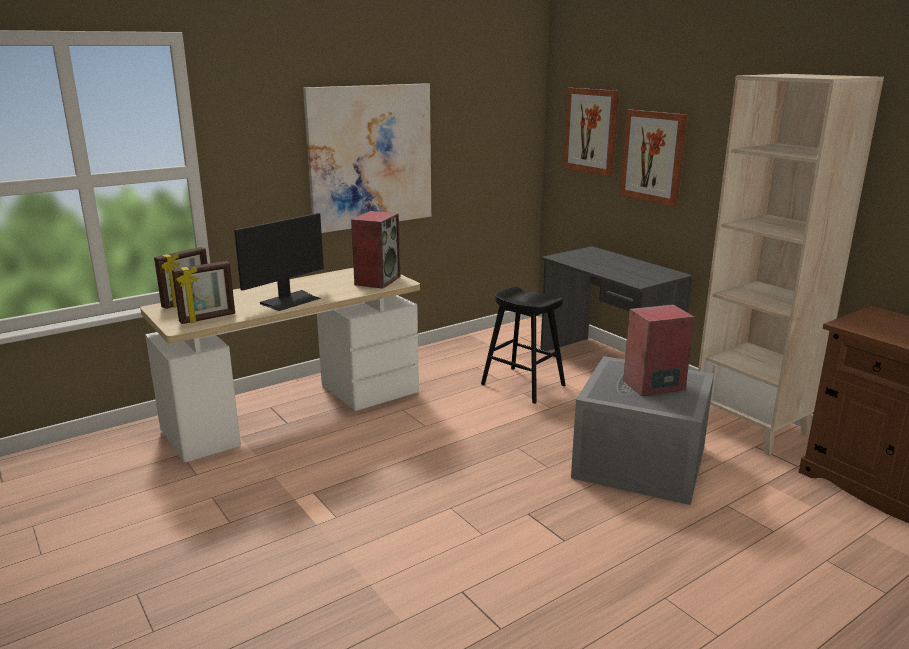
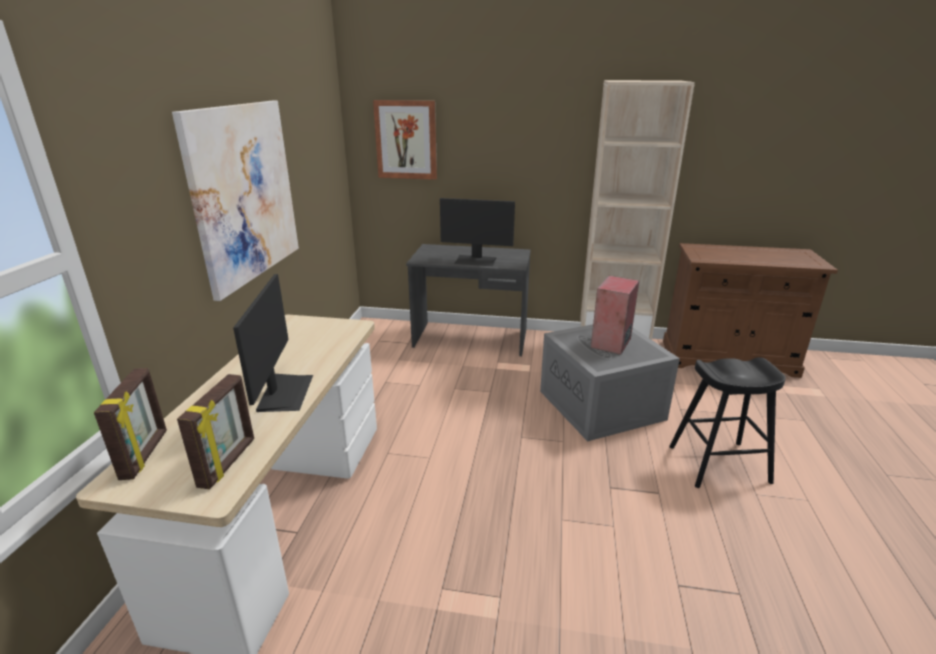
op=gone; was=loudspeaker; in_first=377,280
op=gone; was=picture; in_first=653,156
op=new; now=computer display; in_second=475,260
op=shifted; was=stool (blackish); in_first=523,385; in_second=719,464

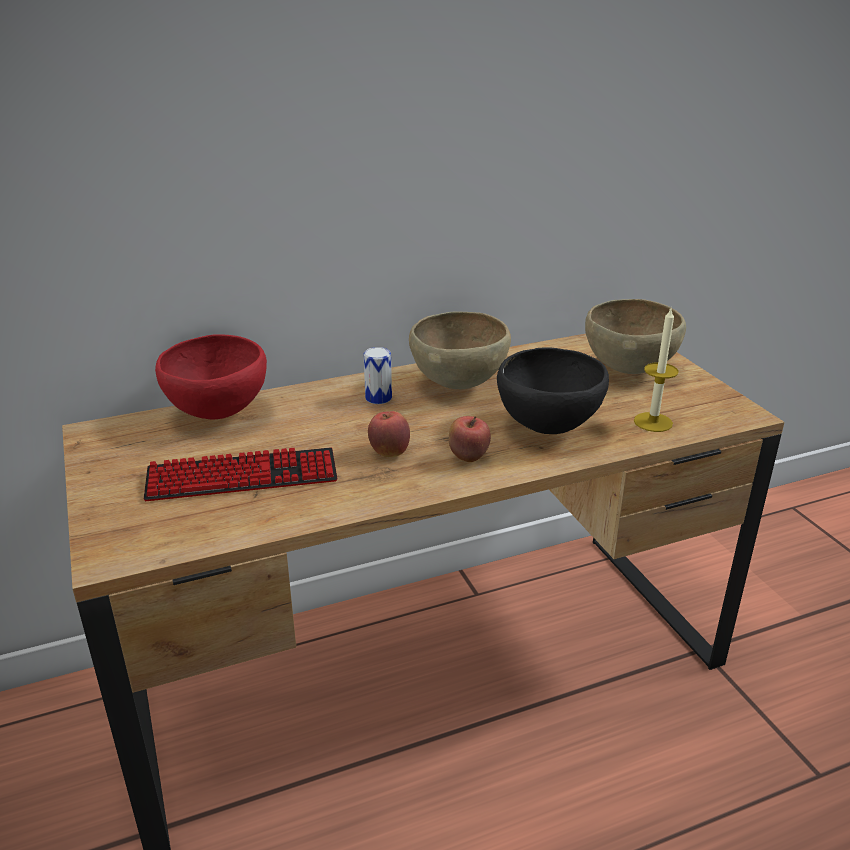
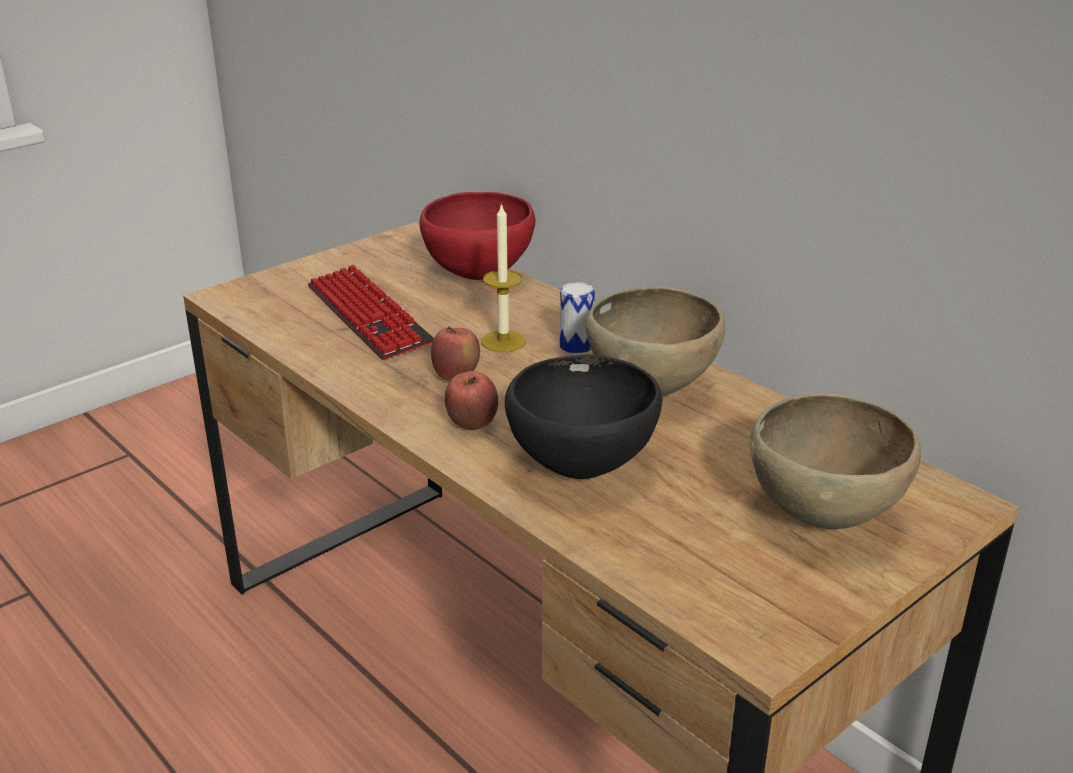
op=shifted; was=candle; in_first=653,422; in_second=503,341

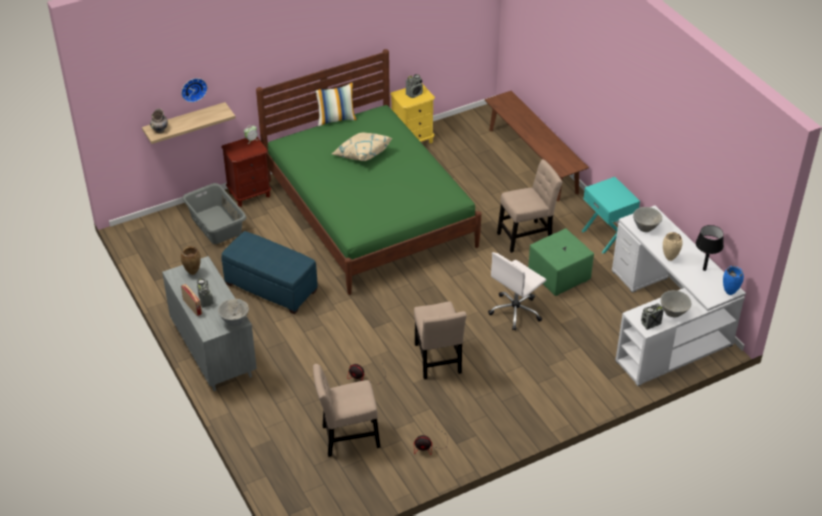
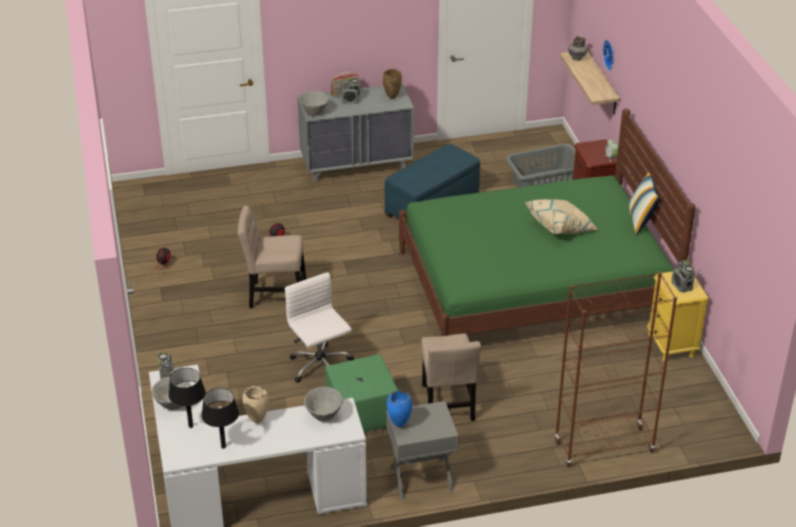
op=gone; was=plain chair (beige-coloured); in_first=347,438
op=new; now=table lamp (blackish); in_second=191,426
op=shifted; was=vase (bluish); in_first=730,293; in_second=399,425
op=swapped; was=indoor bench (brown-coloured); now=bookcase (brown-coloured); in_first=533,160; in_second=603,447
op=repainted; was=bedside table (turquoise); now=bedside table (greyish); in_first=607,236; in_second=421,479

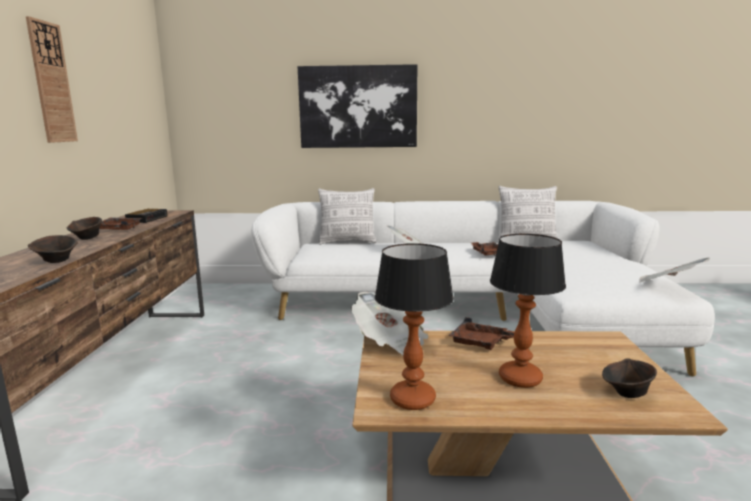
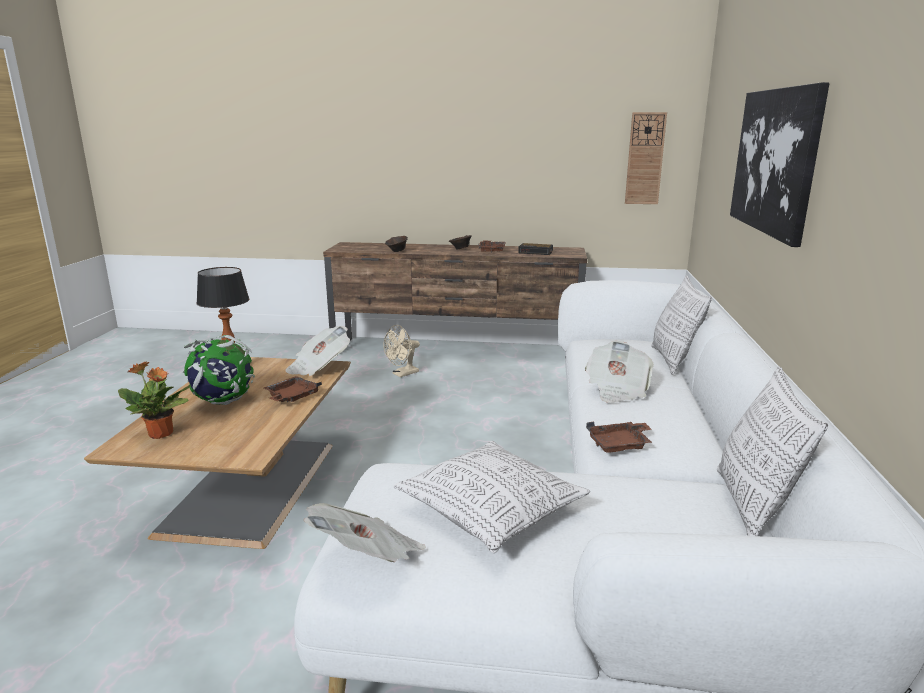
op=new; now=electric fan (beige-coloured); in_second=402,374
op=new; now=pillow; in_second=491,511
op=shifted; was=wall clock; in_first=51,83; in_second=645,159
op=swapped; was=table lamp; now=globe; in_first=519,378; in_second=223,401
op=swapped; was=bowl (brown-coloured); now=potted plant; in_first=626,393; in_second=161,434

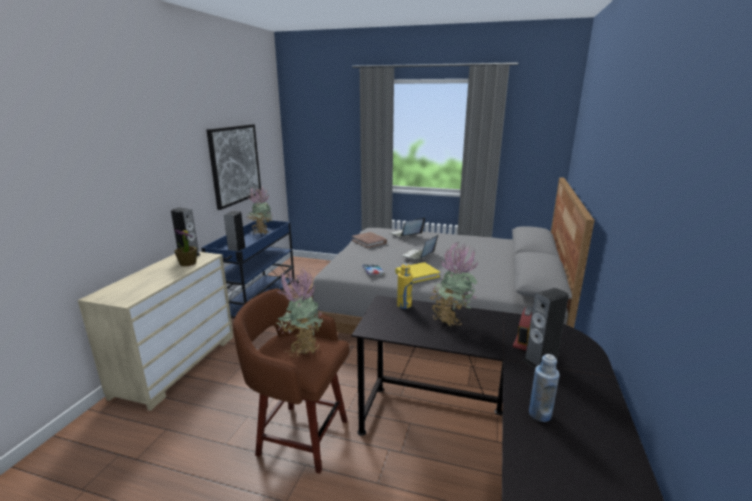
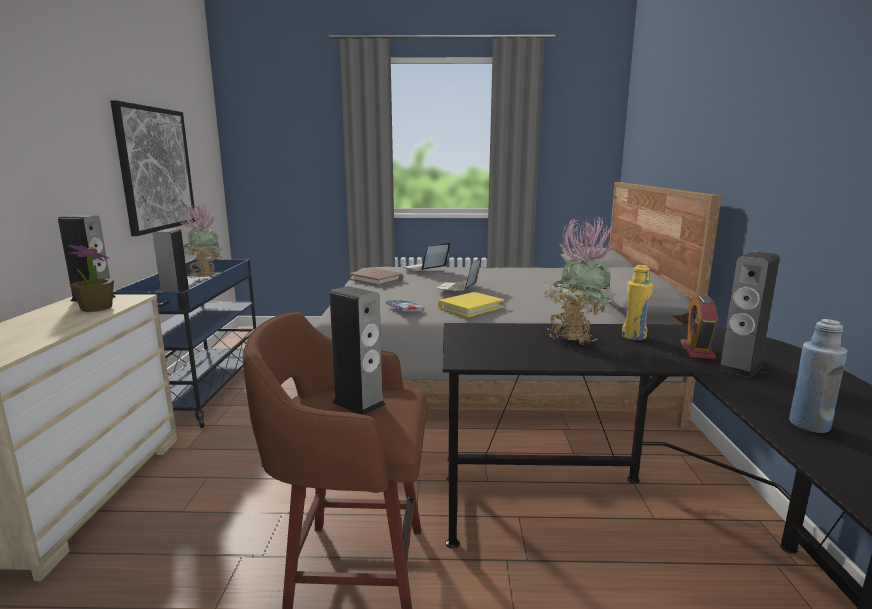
op=shifted; was=beverage bottle (yellow); in_first=404,305; in_second=634,336
op=swapped; was=potted plant; now=loudspeaker; in_first=302,348; in_second=359,403

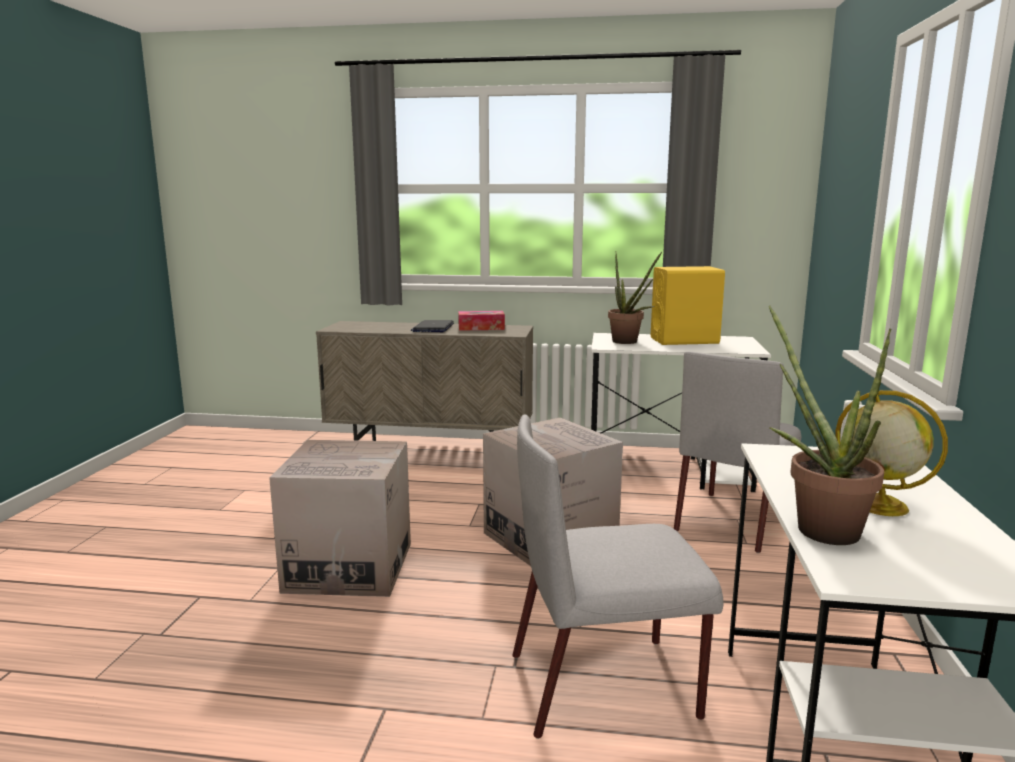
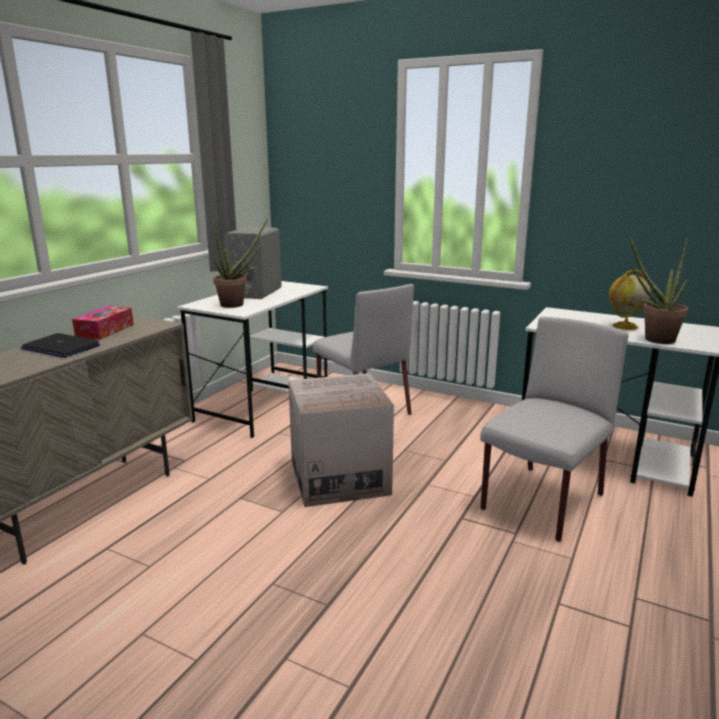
op=gone; was=carton; in_first=349,567
op=repainted; was=loudspeaker (yellow); now=loudspeaker (greyish); in_first=684,340; in_second=255,292
op=rotated; was=plain chair (greyish); in_first=606,684; in_second=541,503; clockwise=-150

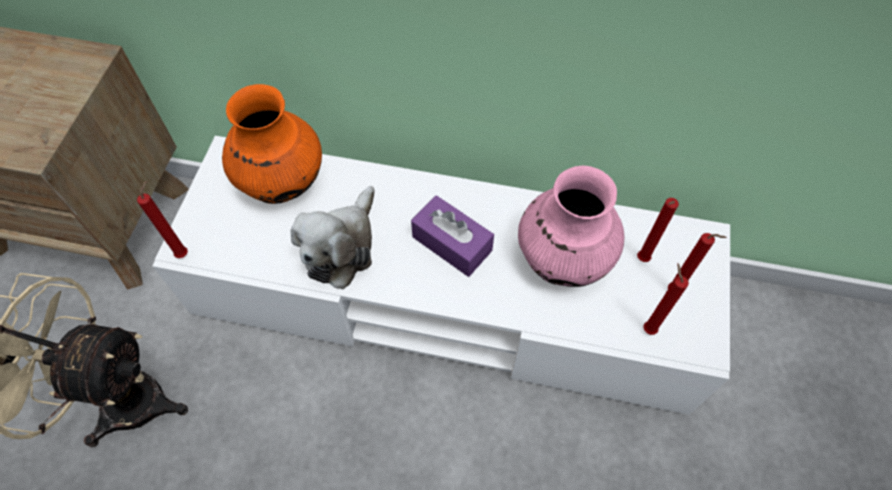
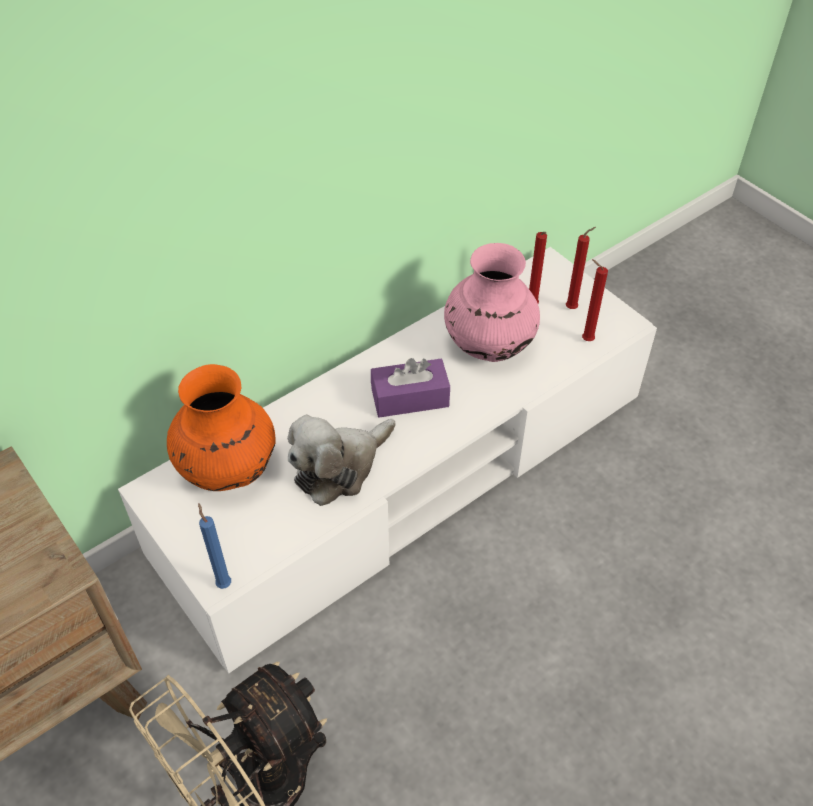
op=repainted; was=candle (red); now=candle (bluish); in_first=184,253; in_second=223,582
op=rotated; was=plush toy; in_first=342,247; in_second=339,467; clockwise=75

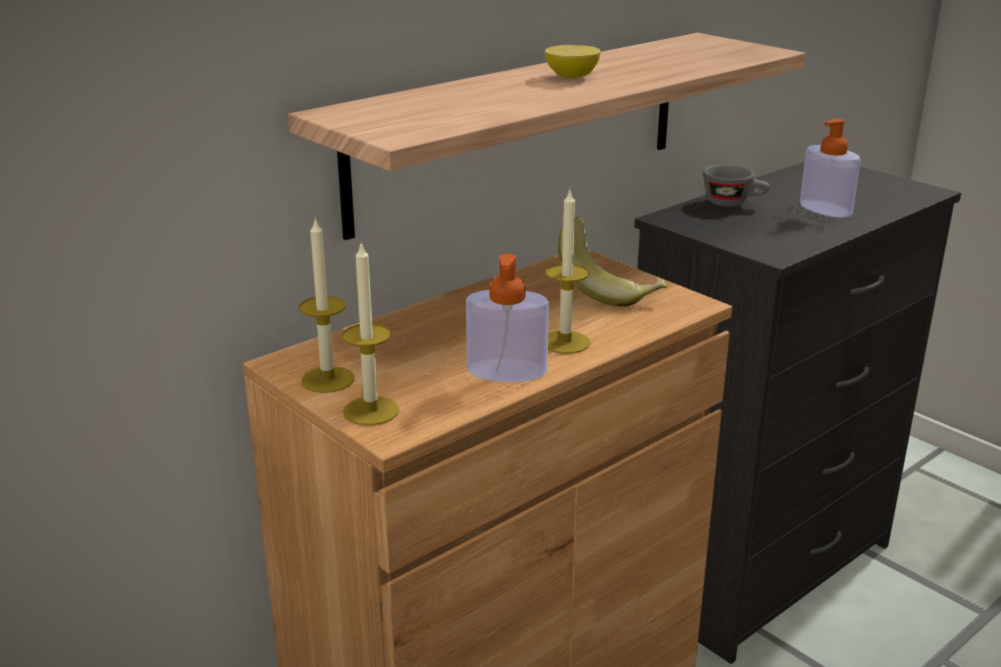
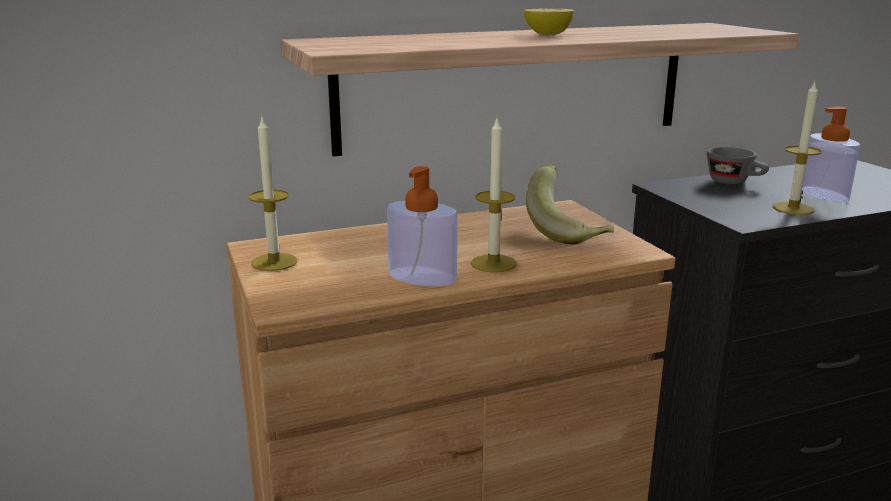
op=shifted; was=candle; in_first=371,411; in_second=793,208

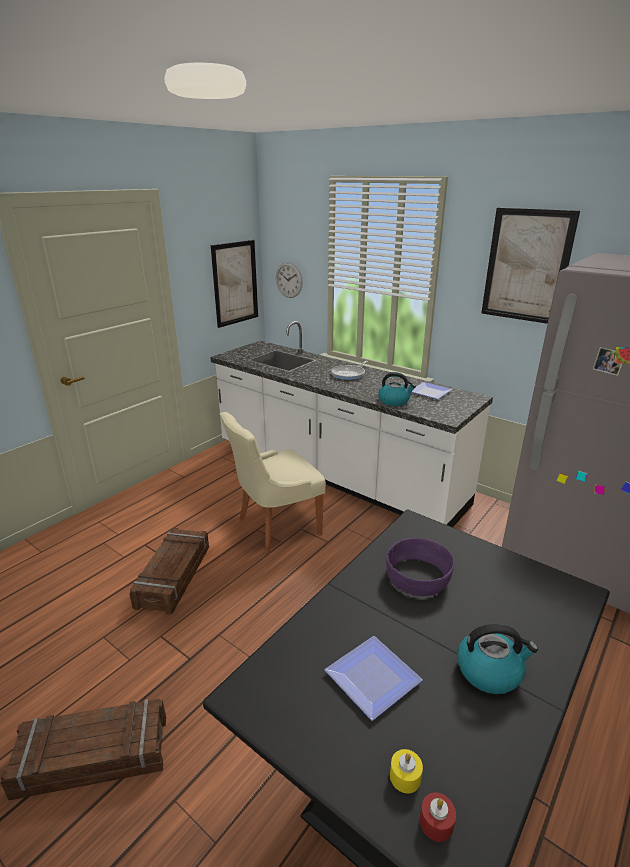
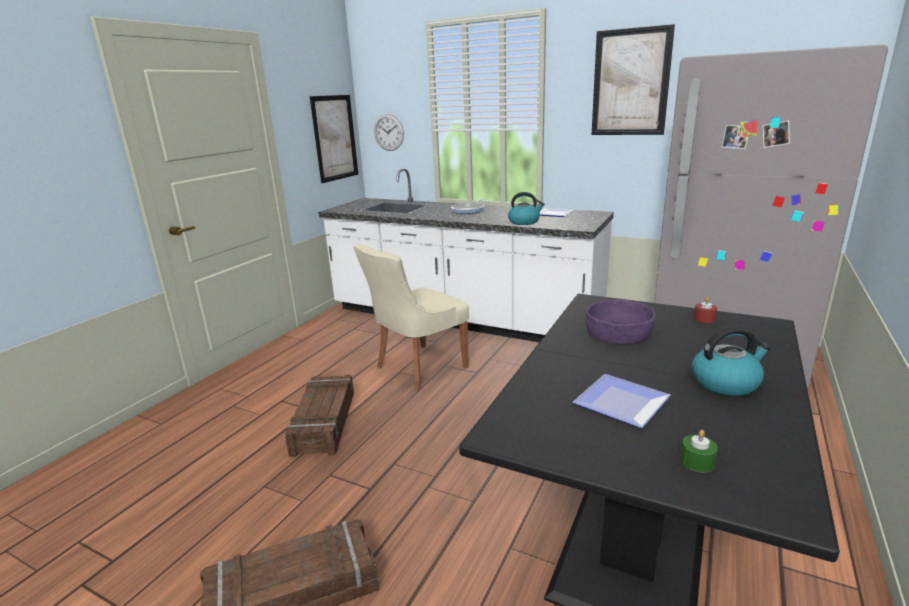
op=shifted; was=candle (red); in_first=436,822; in_second=704,318
op=repainted; was=candle (yellow); now=candle (greenish); in_first=405,777; in_second=697,461

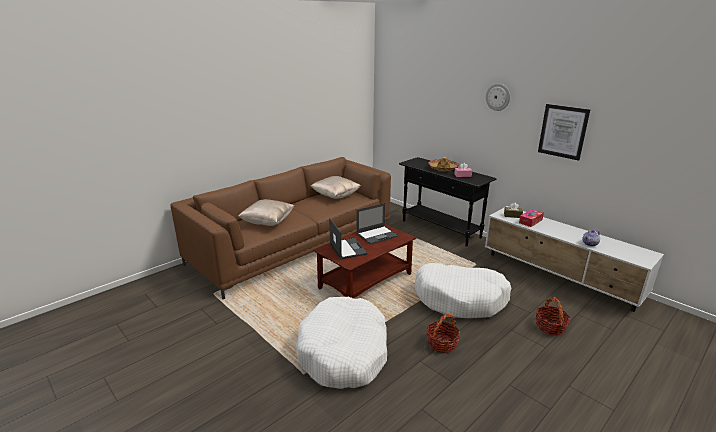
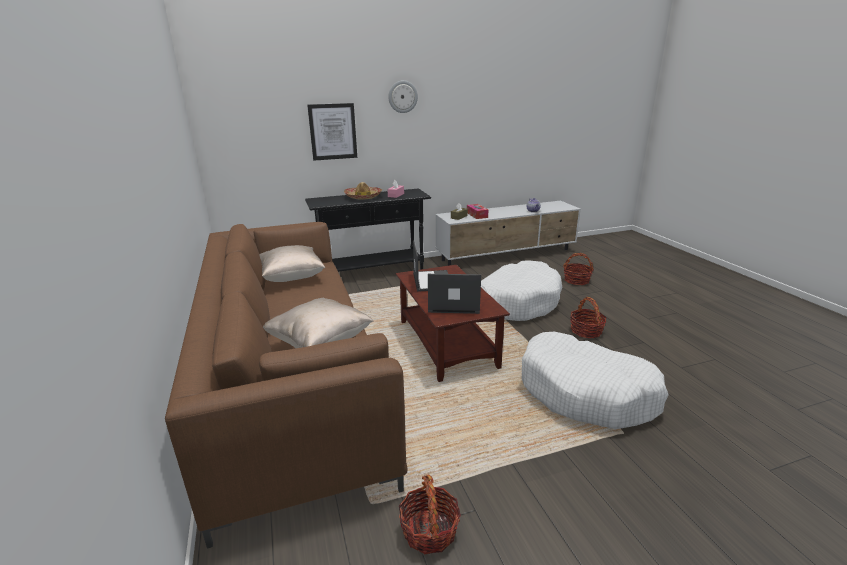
op=new; now=storage basket; in_second=429,530
op=shifted; was=picture; in_first=563,131; in_second=333,131

